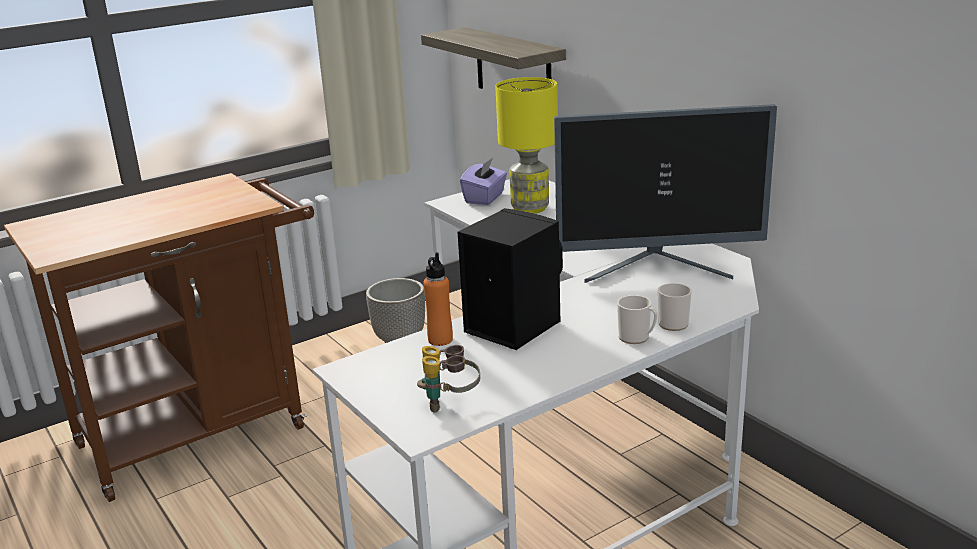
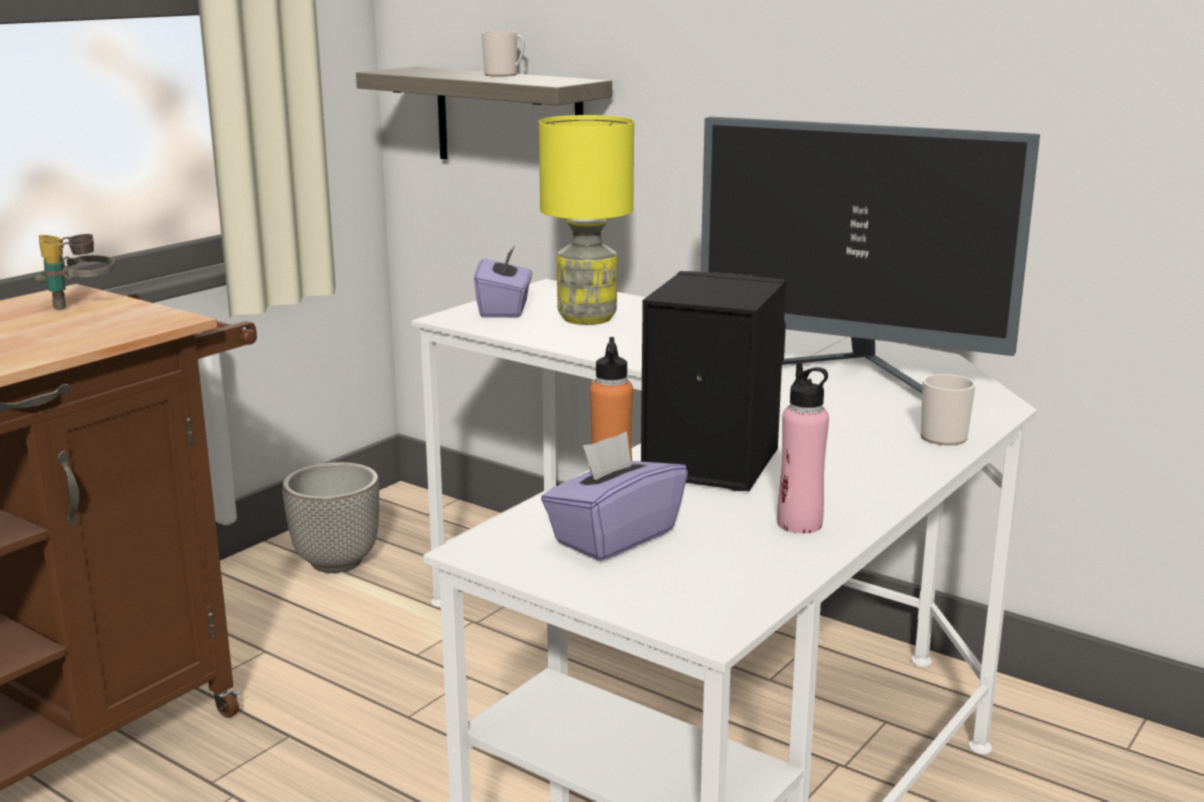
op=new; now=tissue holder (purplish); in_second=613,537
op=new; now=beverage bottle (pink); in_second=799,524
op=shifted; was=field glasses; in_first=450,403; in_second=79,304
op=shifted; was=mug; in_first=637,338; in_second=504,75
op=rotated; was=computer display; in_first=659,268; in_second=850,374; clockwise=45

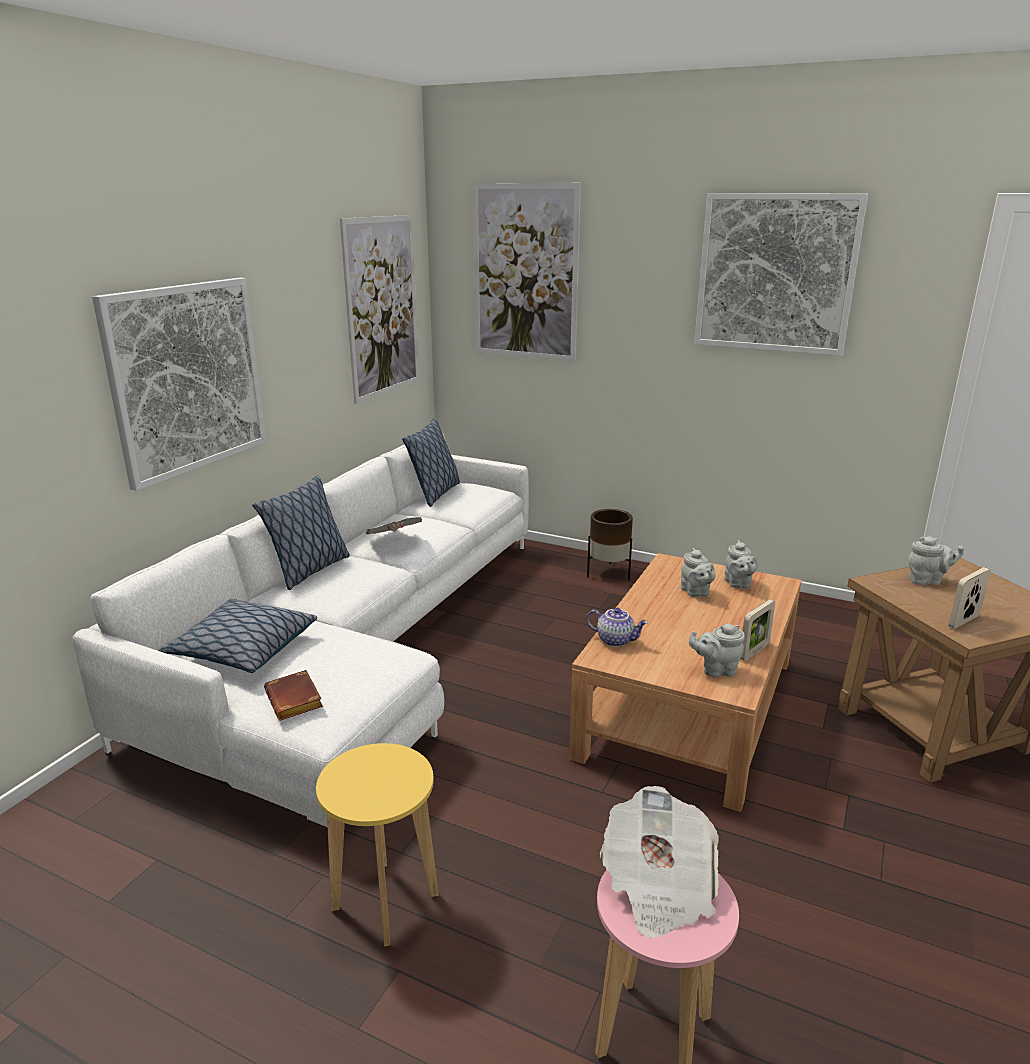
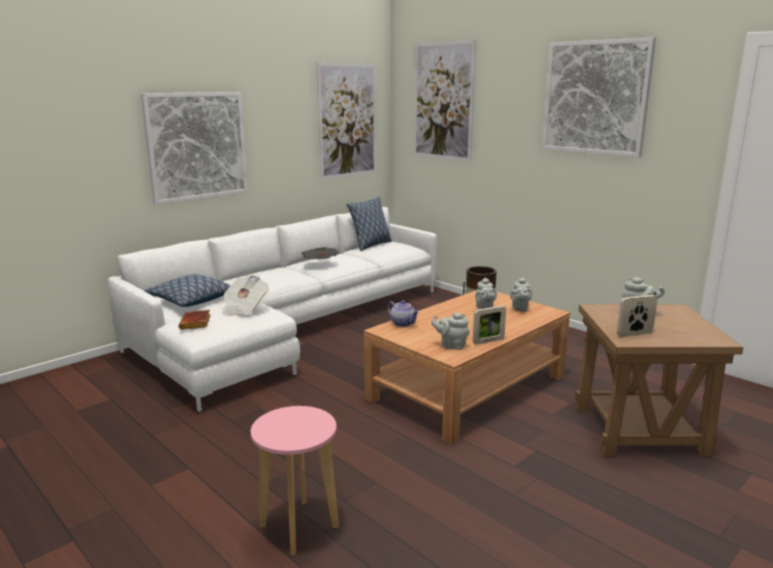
op=gone; was=pillow; in_first=309,571
op=gone; was=stool (yellow); in_first=385,902
op=shifted; was=printed paper; in_first=658,886; in_second=244,308

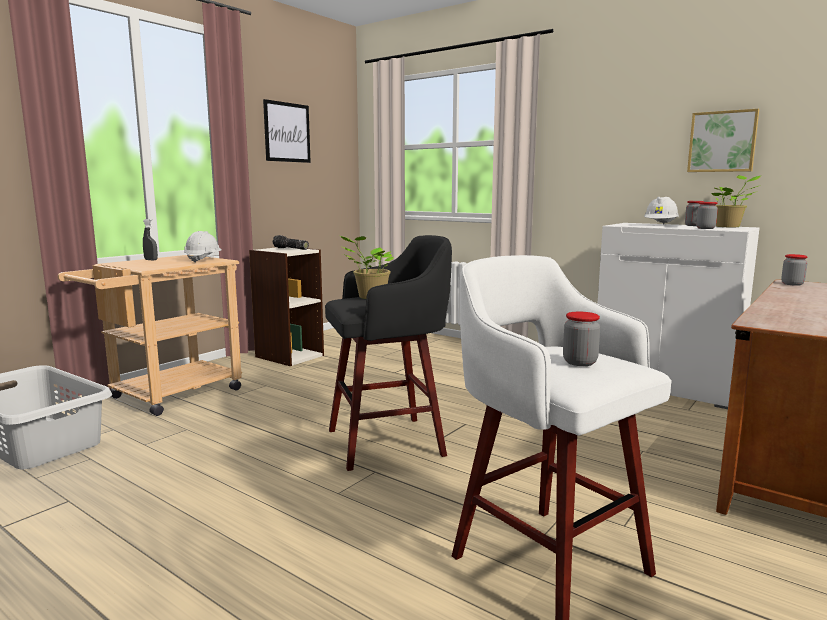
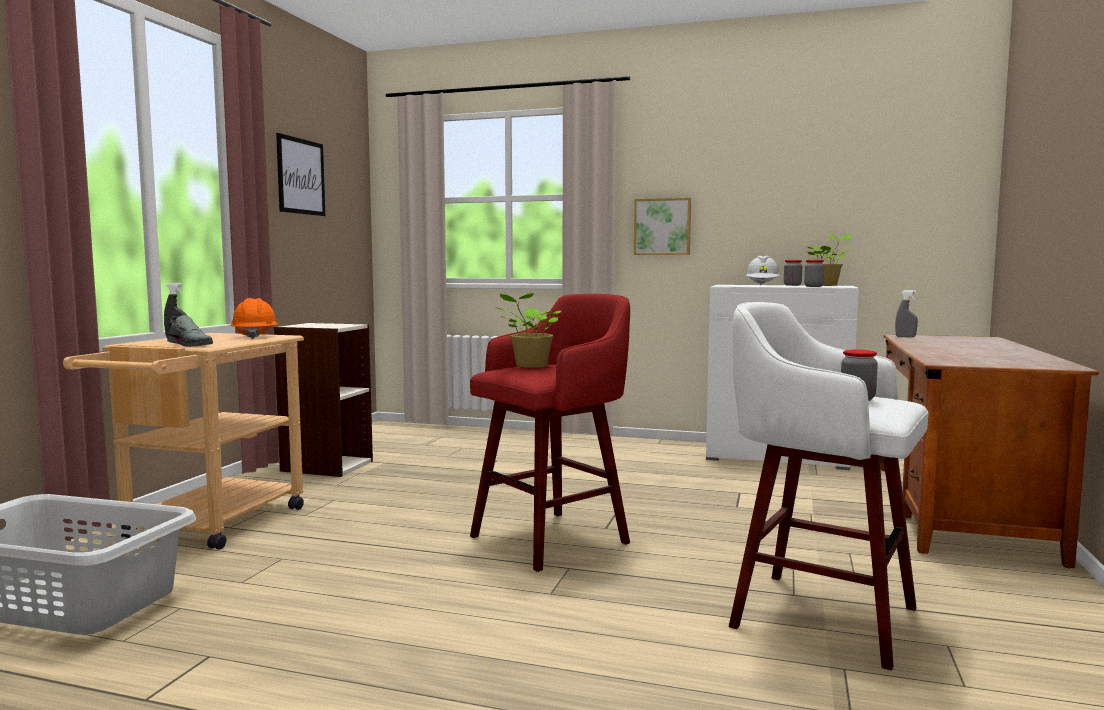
op=gone; was=flashlight; in_first=290,249
op=new; now=shoe (greyish); in_second=191,345
op=shifted; was=picture; in_first=722,142; in_second=662,227
op=swapped; was=jar; now=sprayer (greyish); in_first=792,284; in_second=905,337
op=repainted; was=work helmet (white-coloured); now=work helmet (orange-coloured); in_first=203,260; in_second=255,336
op=repainted; was=stool (blackish); now=stool (red); in_first=389,442; in_second=554,538

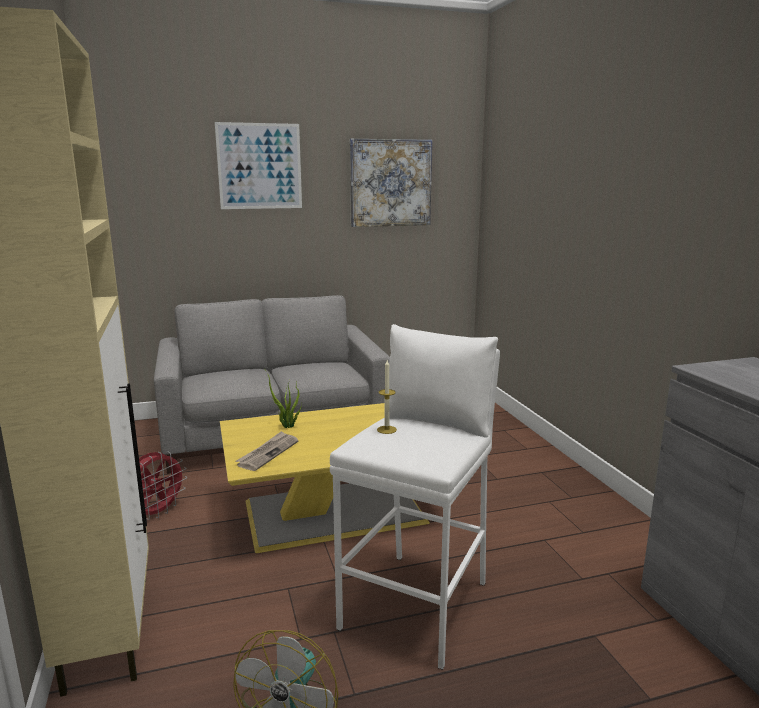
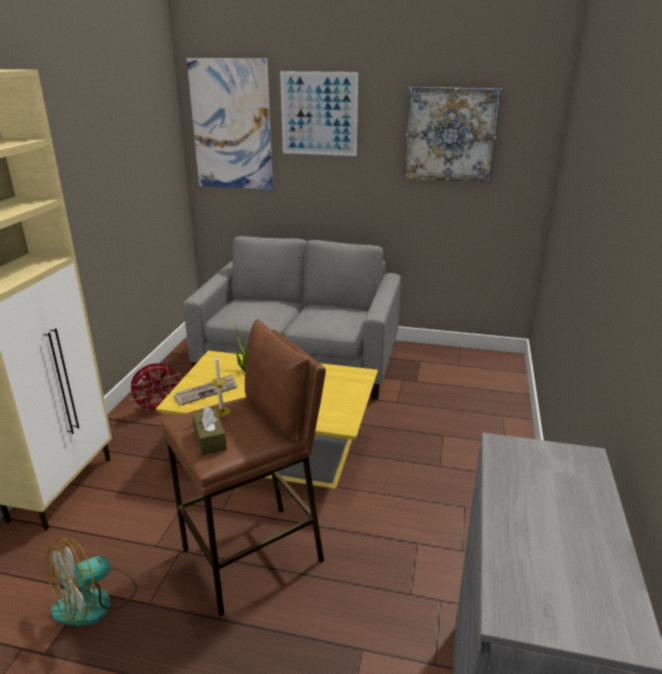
op=new; now=picture; in_second=231,125
op=new; now=tissue holder (brown-coloured); in_second=210,439
op=repainted; was=stool (white-coloured); now=stool (brown-coloured); in_first=417,605; in_second=254,556

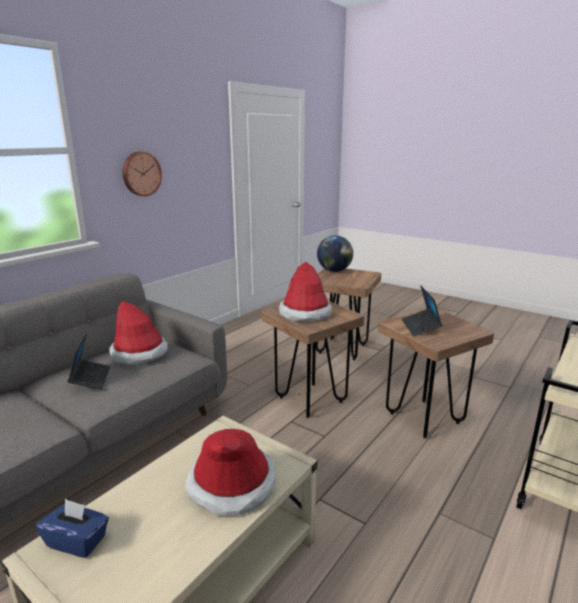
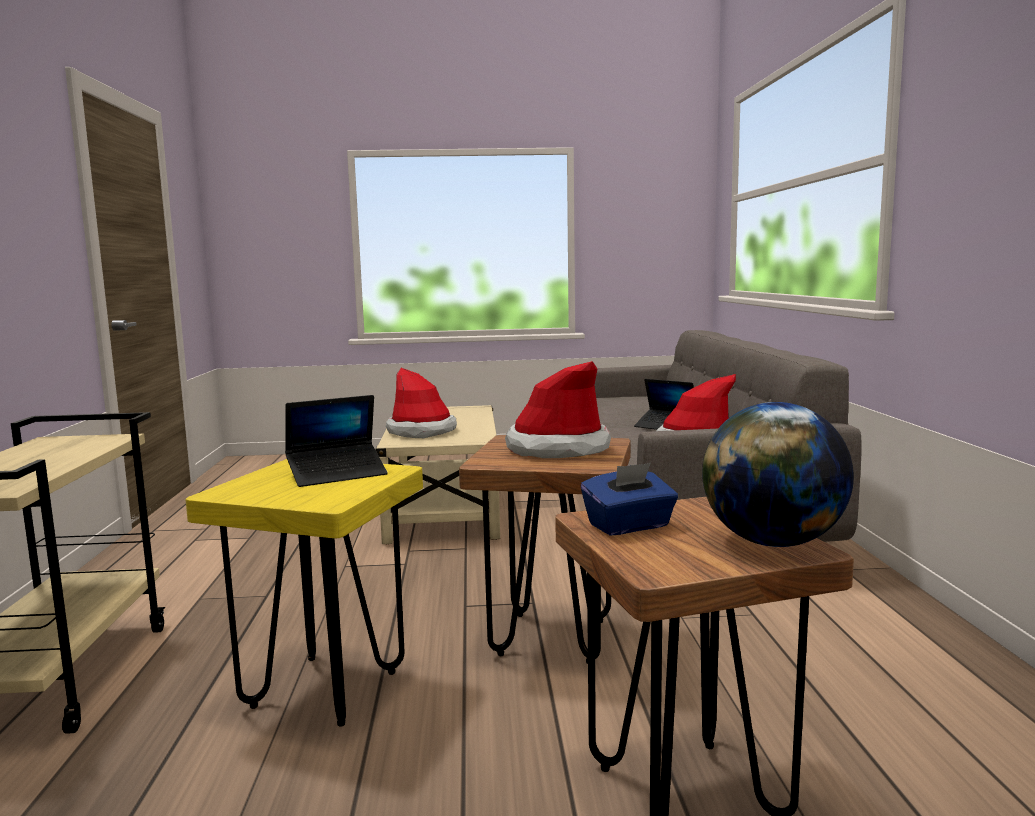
op=gone; was=wall clock; in_first=141,174
op=shifted; was=tissue holder (bluish); in_first=77,541; in_second=629,526
op=repainted; was=stool (brown-coloured); now=stool (yellow); in_first=423,418; in_second=326,689
op=rotated; was=portable computer; in_first=420,327; in_second=337,474; clockwise=105

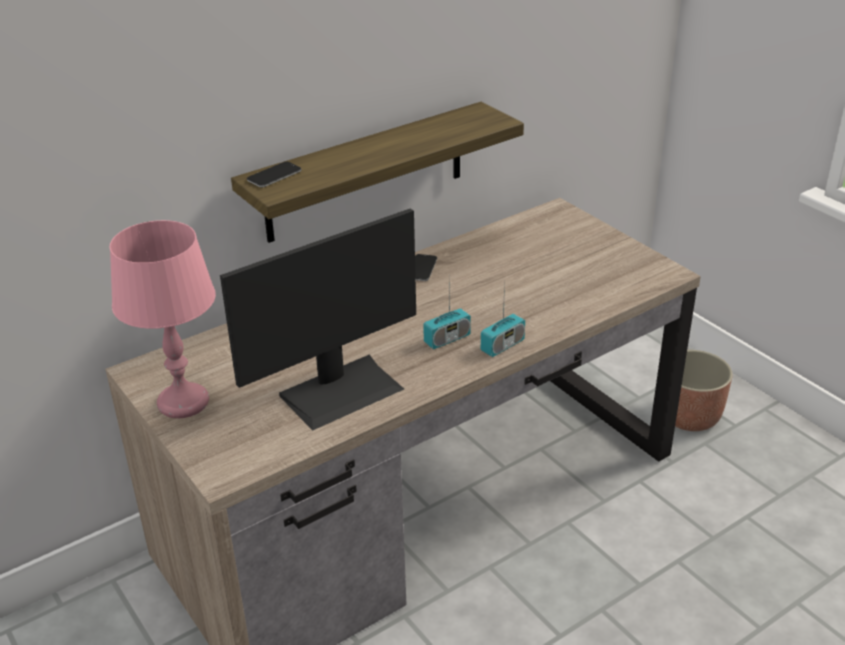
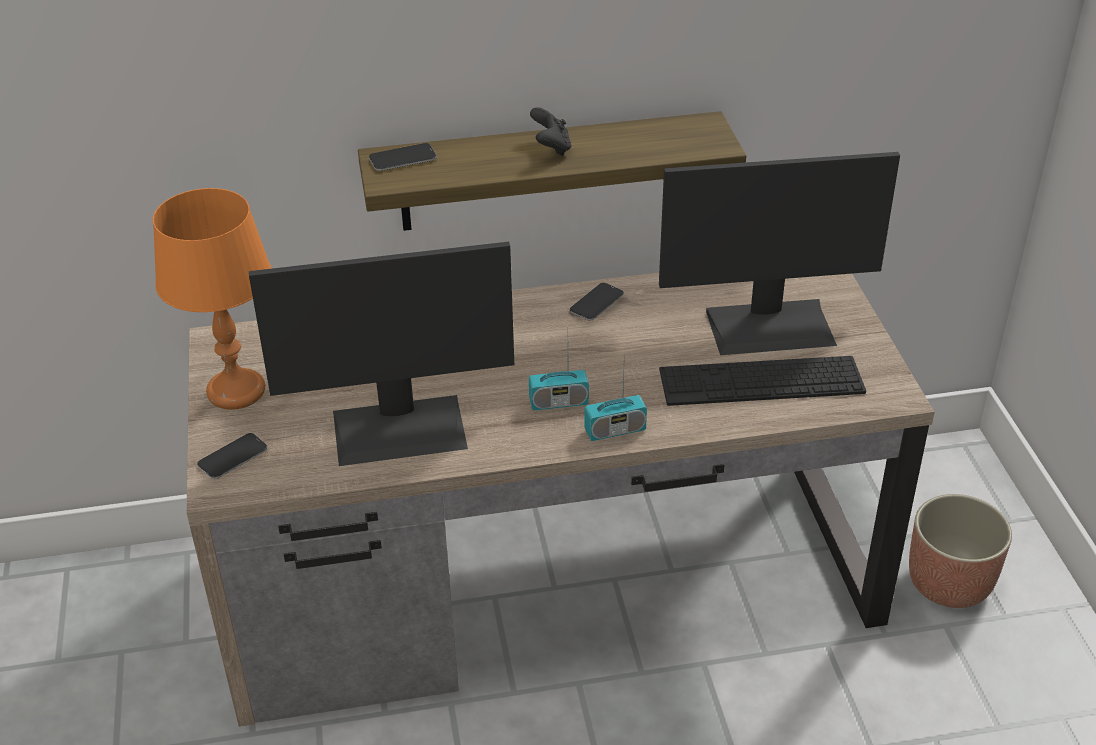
op=new; now=telephone; in_second=233,457
op=new; now=gamepad (blackish); in_second=551,147
op=new; now=computer display; in_second=770,326
op=new; now=PC keyboard; in_second=761,381
op=repainted; was=table lamp (pink); now=table lamp (orange-coloured); in_first=182,402; in_second=235,391

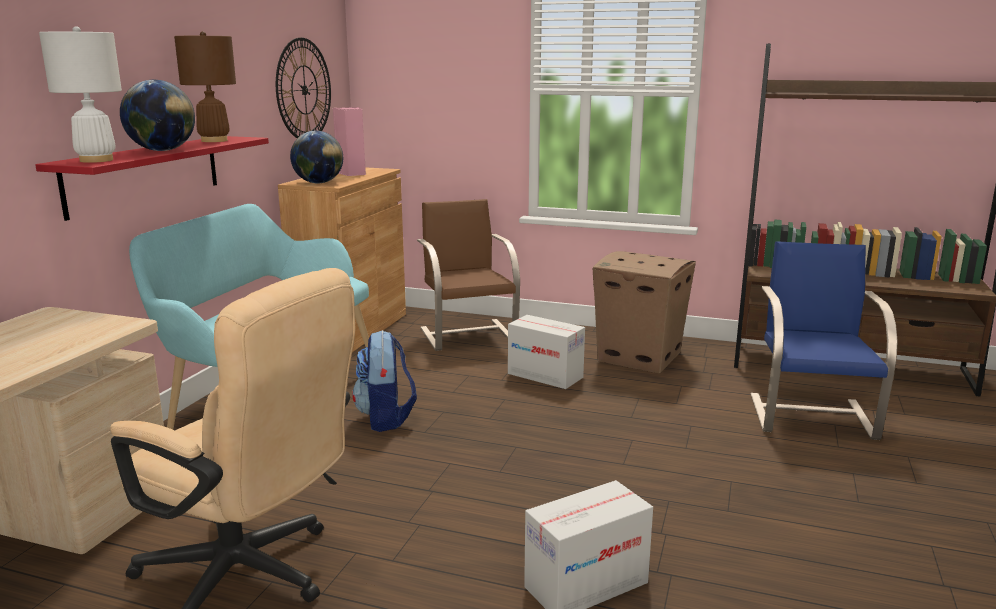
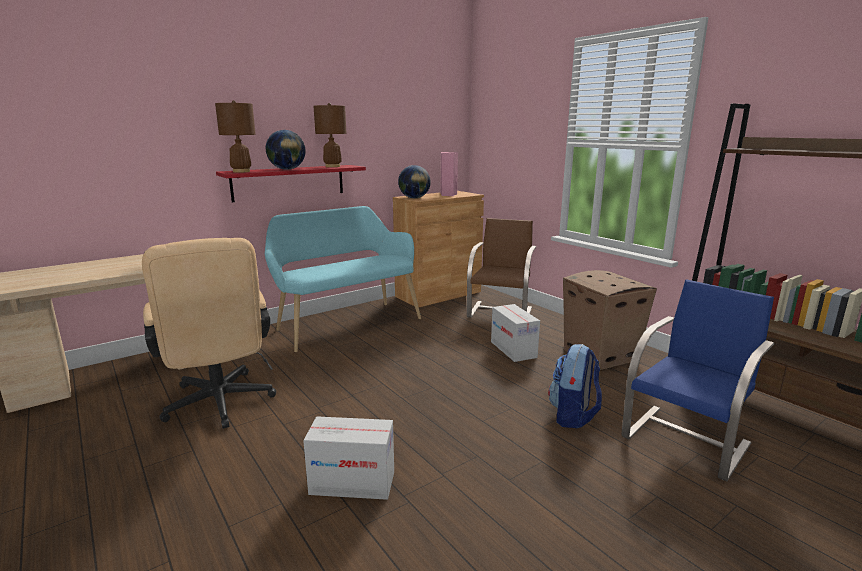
op=gone; was=wall clock; in_first=304,90
op=shifted; was=backpack; in_first=386,418; in_second=573,415
op=repainted; was=table lamp (white-coloured); now=table lamp (brown-coloured); in_first=96,160; in_second=241,171

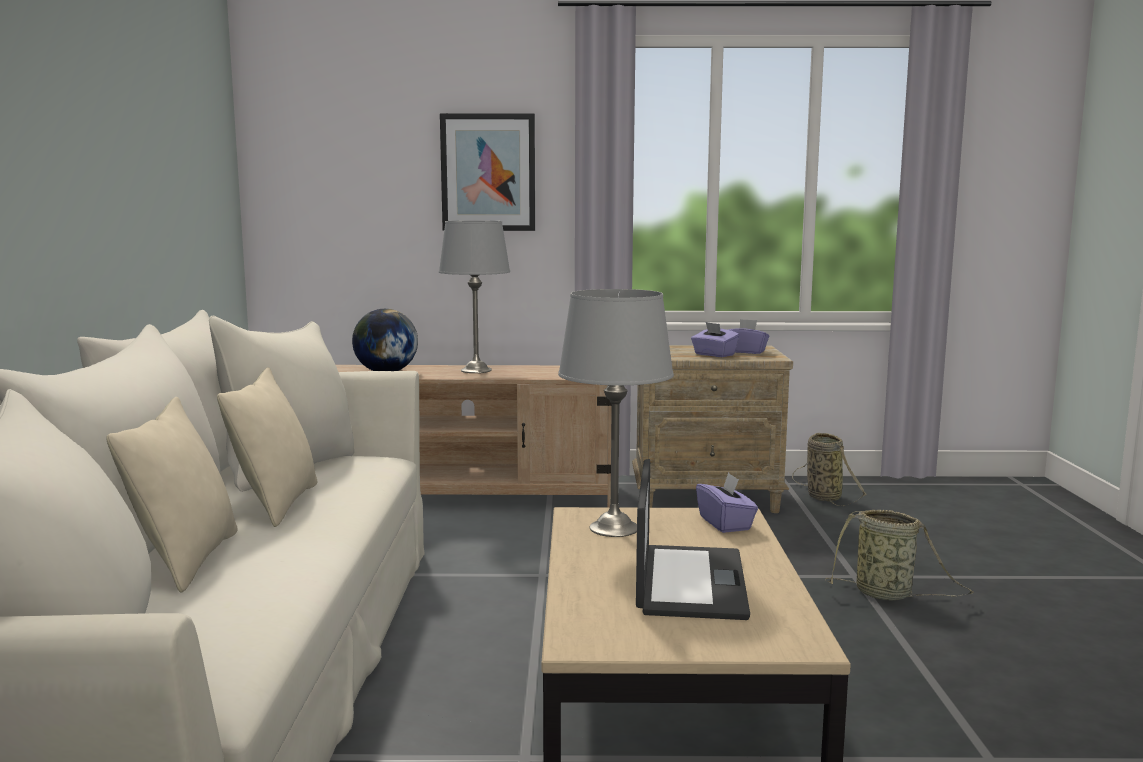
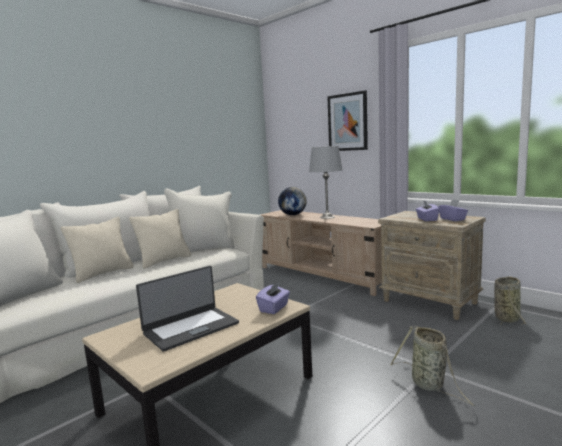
op=gone; was=table lamp (greyish); in_first=614,528

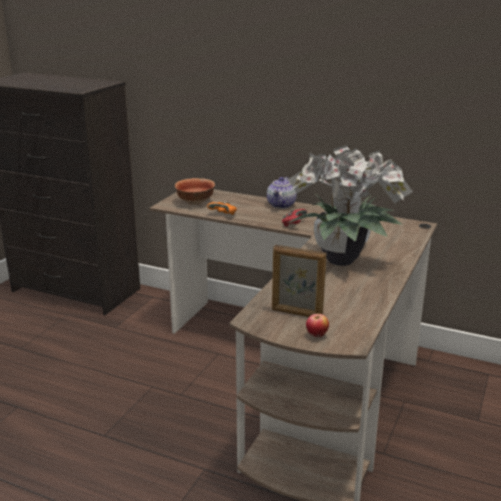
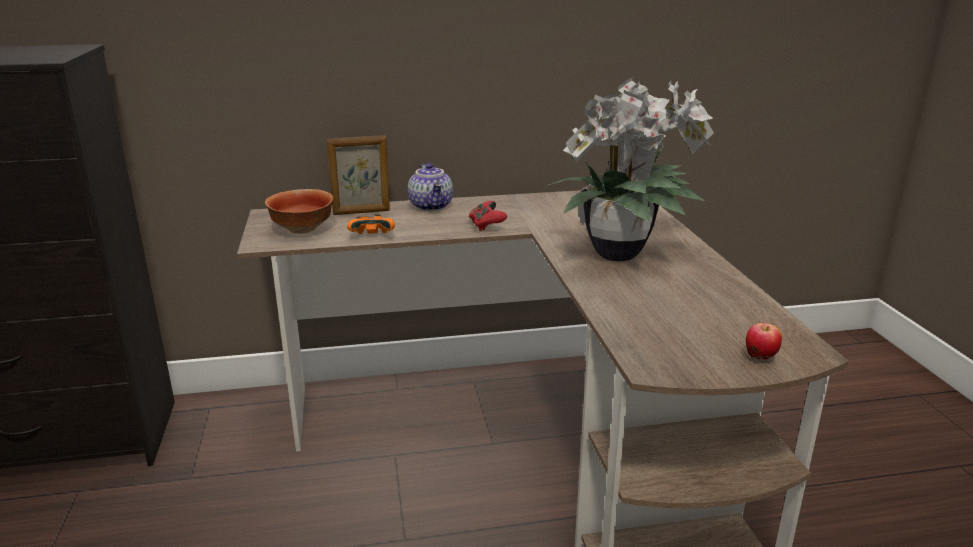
op=shifted; was=standing frame; in_first=296,313; in_second=361,212

